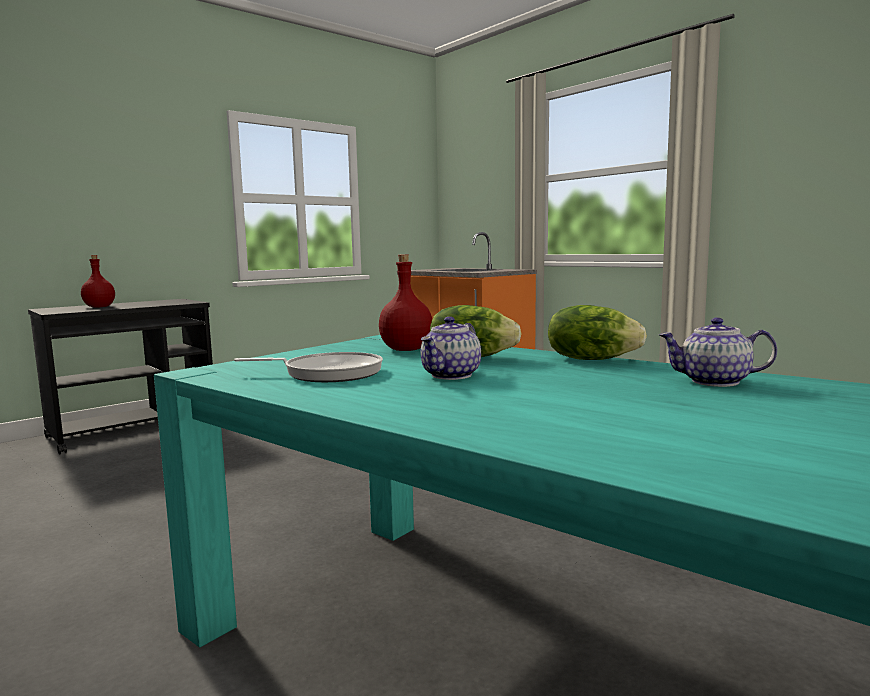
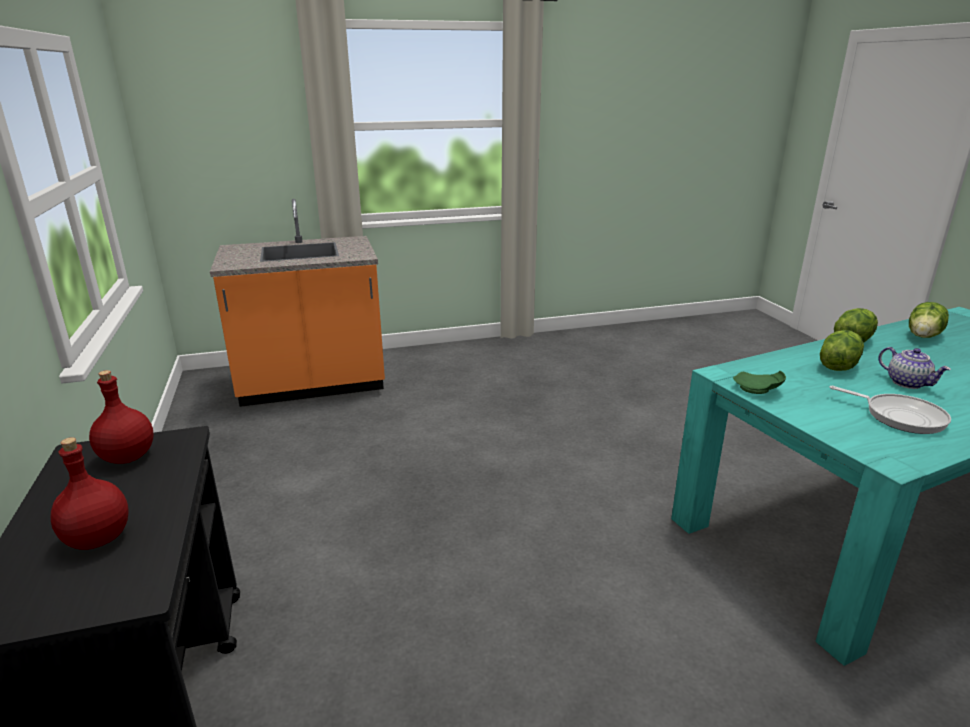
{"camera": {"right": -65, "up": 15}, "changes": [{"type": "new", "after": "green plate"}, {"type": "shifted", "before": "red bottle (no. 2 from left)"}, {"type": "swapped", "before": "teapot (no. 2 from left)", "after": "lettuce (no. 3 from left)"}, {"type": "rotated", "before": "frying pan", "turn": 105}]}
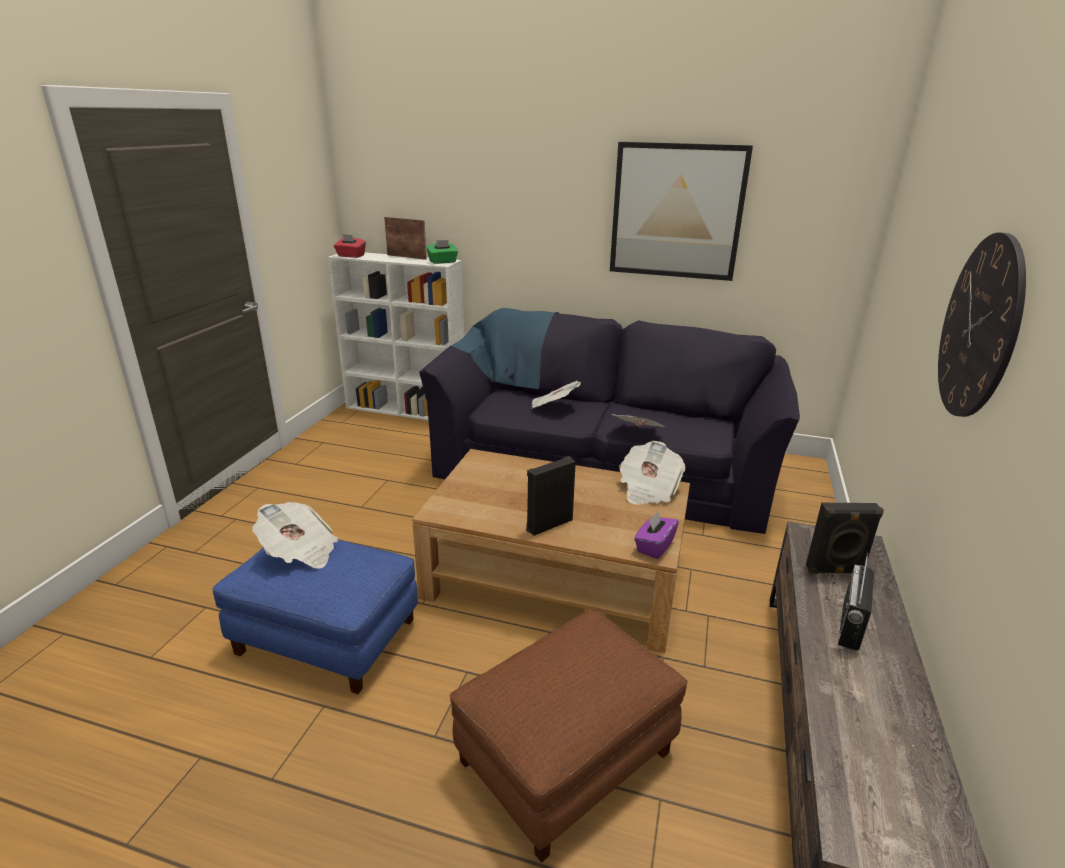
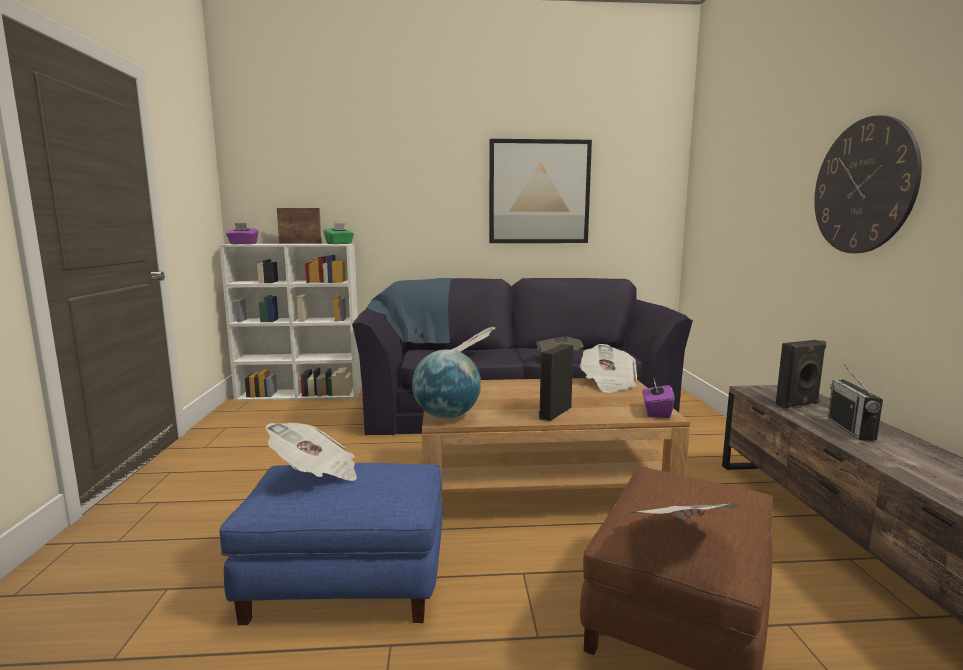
{"camera": {"right": -20, "up": -15}, "changes": [{"type": "new", "after": "globe"}, {"type": "new", "after": "newspaper (no. 5 from left)"}, {"type": "repainted", "before": "red tissue box", "after": "purple tissue box (no. 1 from left)"}]}
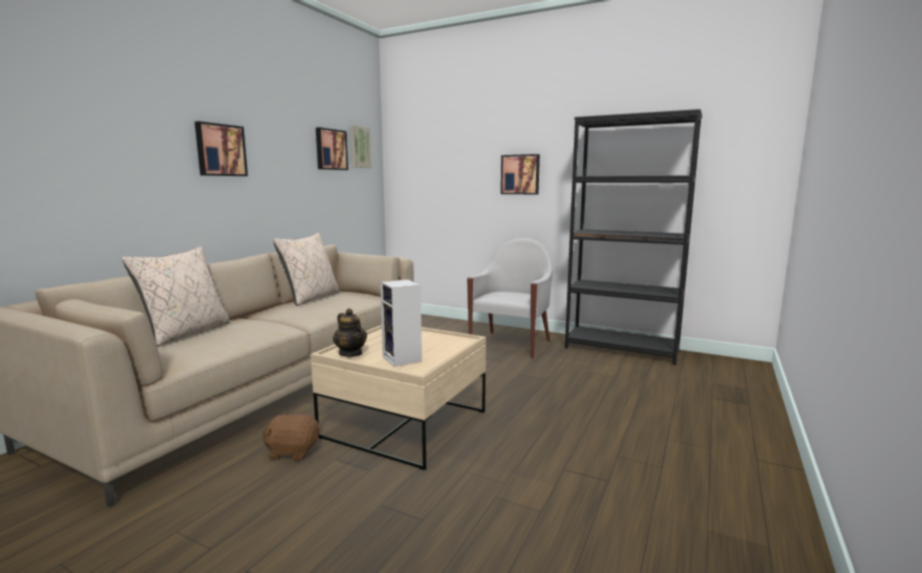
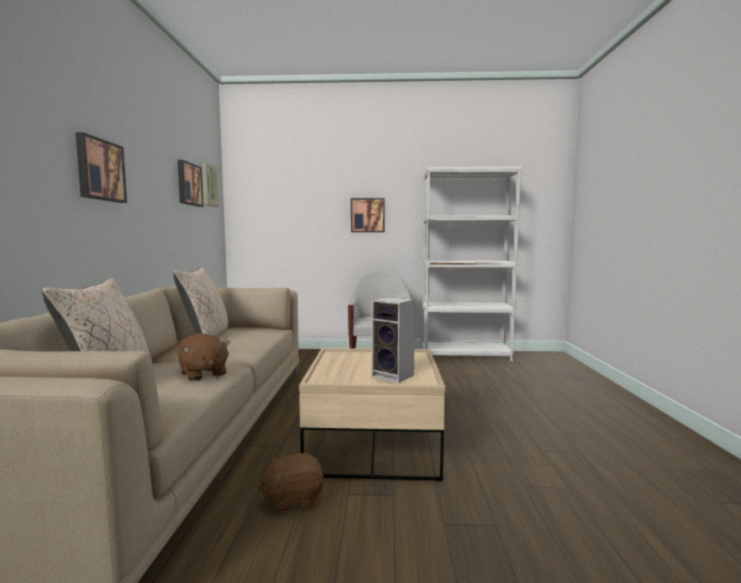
{"camera": {"right": -25, "up": -5}, "changes": [{"type": "gone", "before": "teapot"}, {"type": "new", "after": "brown plush toy (no. 1 from left)"}, {"type": "repainted", "before": "black bookcase", "after": "white bookcase"}]}
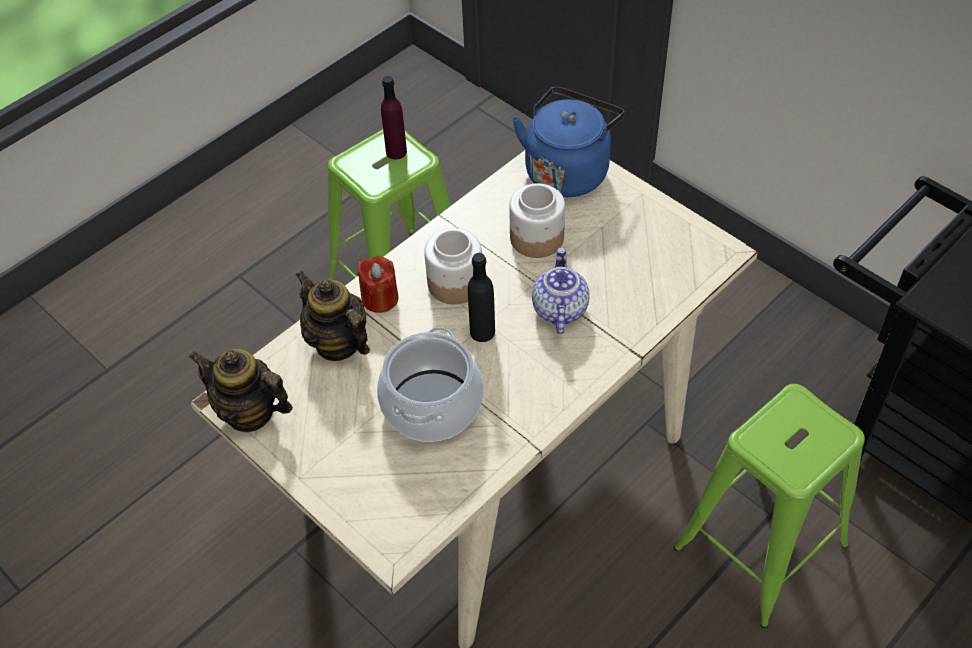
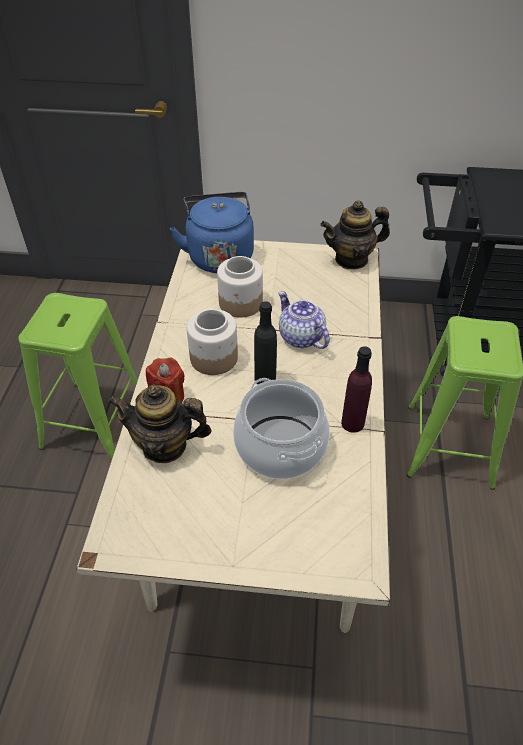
{"camera": {"right": -40, "up": -5}, "changes": [{"type": "shifted", "before": "teapot (no. 1 from left in the first image)", "after": "teapot (no. 3 from left)"}, {"type": "shifted", "before": "purple bottle"}]}
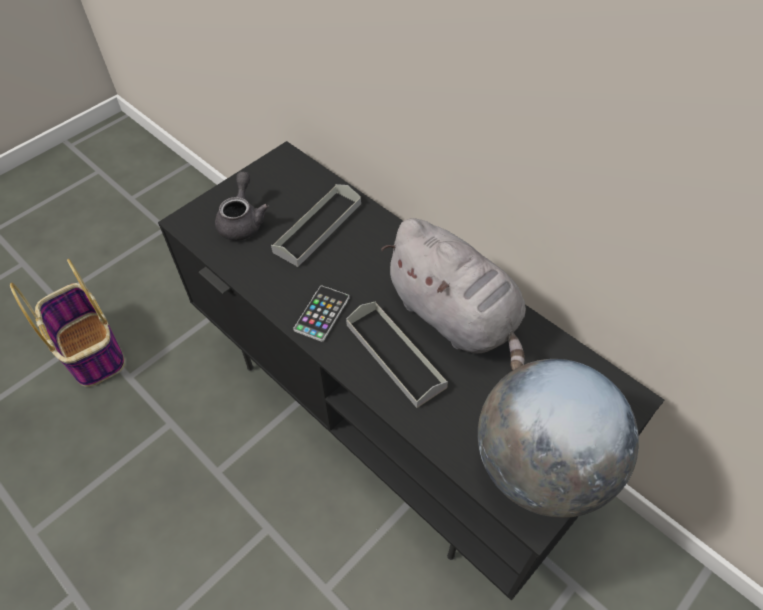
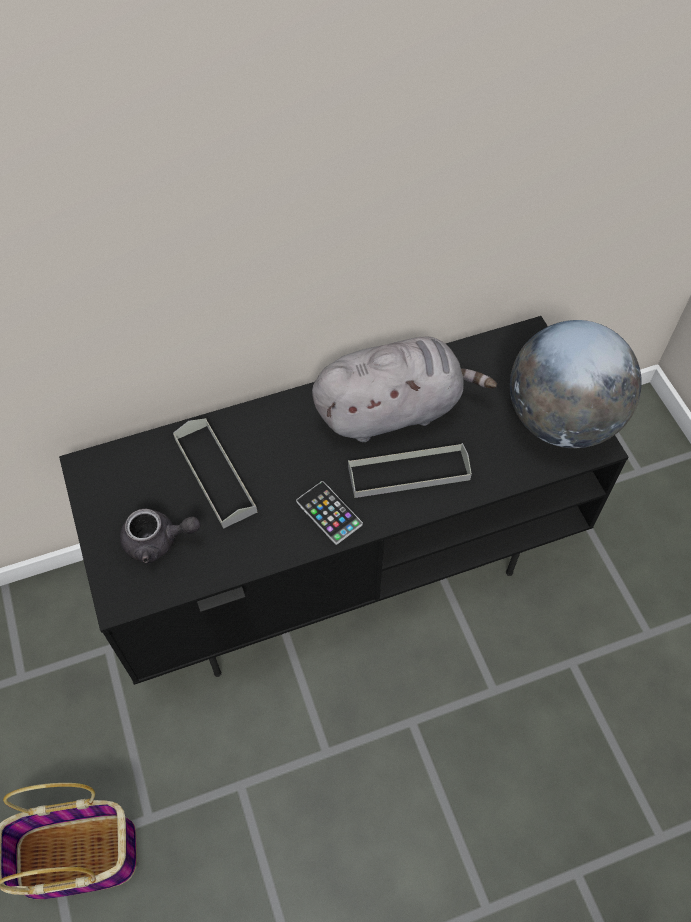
{"camera": {"right": -65, "up": 5}, "changes": [{"type": "rotated", "before": "grey teapot", "turn": 150}]}
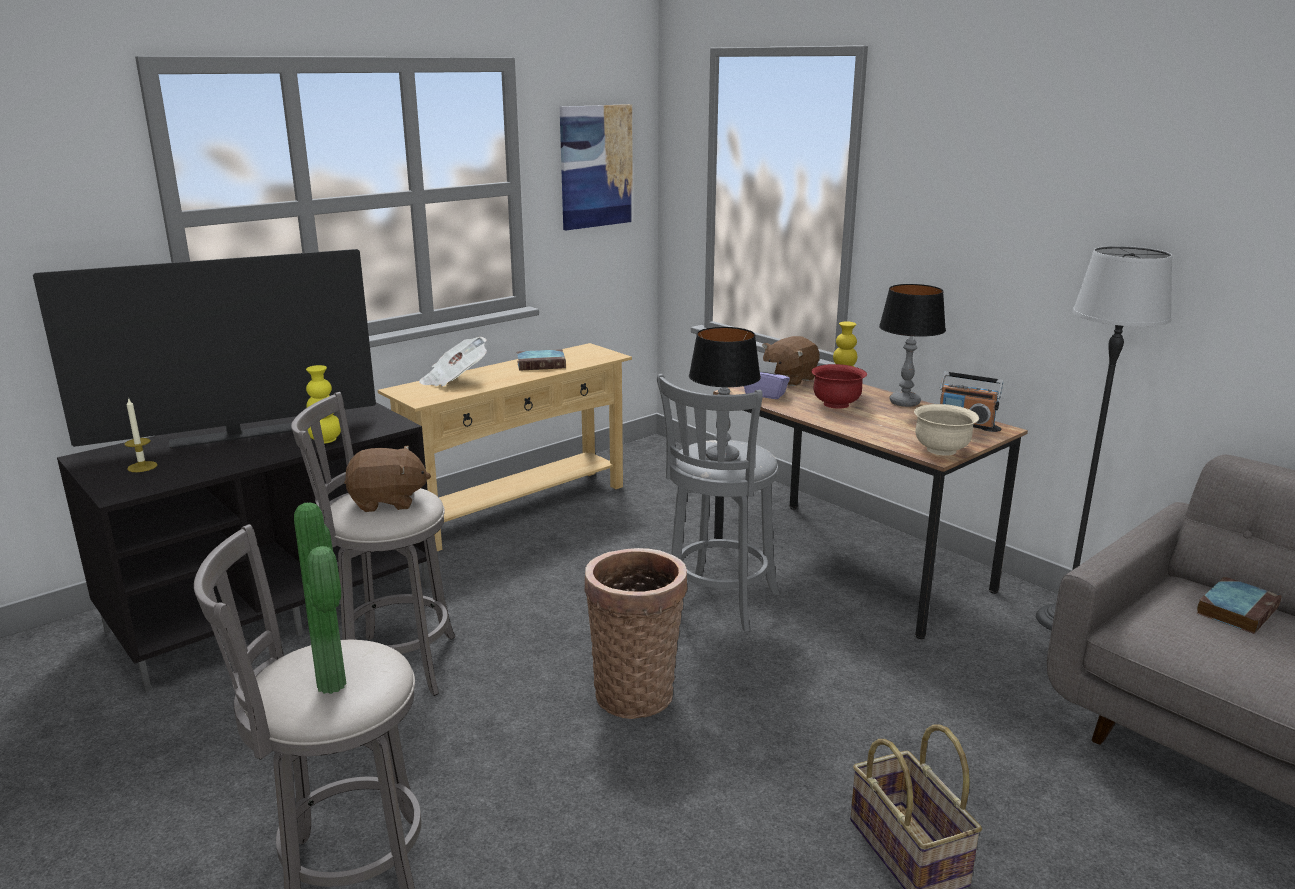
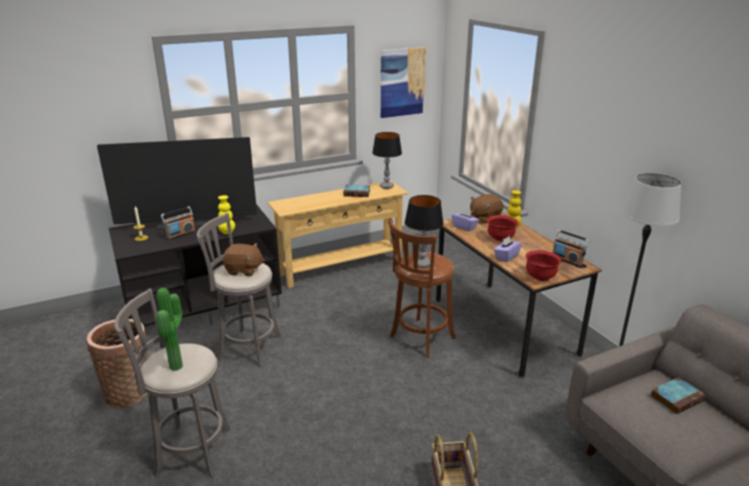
{"camera": {"right": 15, "up": 5}, "changes": [{"type": "gone", "before": "newspaper"}, {"type": "new", "after": "radio (no. 1 from left)"}, {"type": "new", "after": "purple tissue box (no. 2 from left)"}, {"type": "shifted", "before": "basket (no. 1 from left)"}, {"type": "shifted", "before": "table lamp (no. 2 from left in the first image)", "after": "table lamp (no. 1 from left)"}, {"type": "repainted", "before": "grey stool (no. 3 from left)", "after": "brown stool"}, {"type": "repainted", "before": "beige bowl", "after": "red bowl (no. 2 from left)"}]}
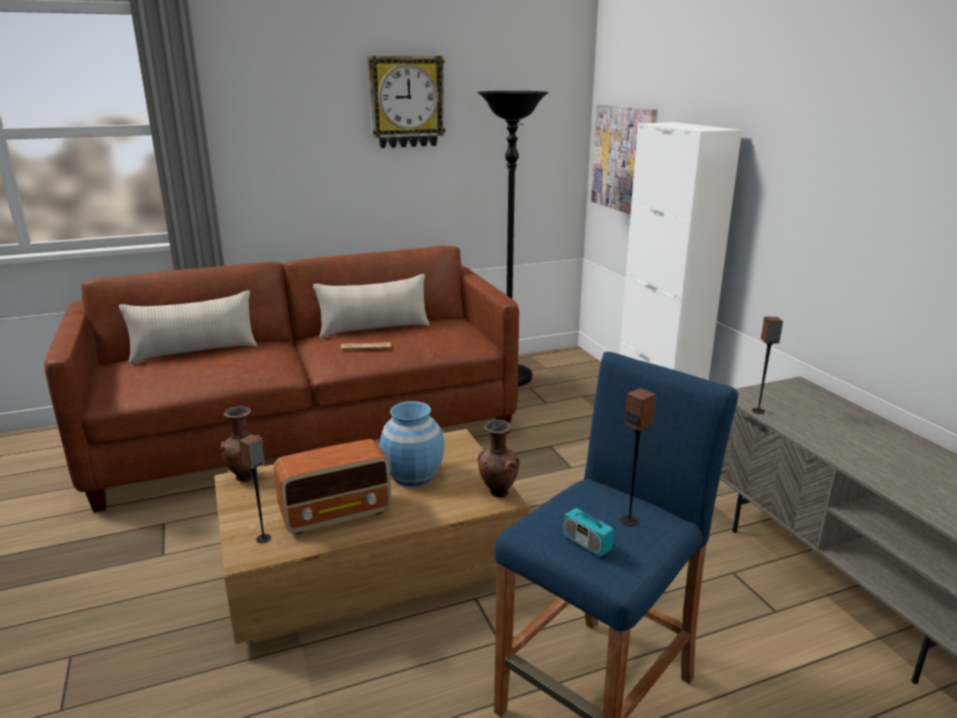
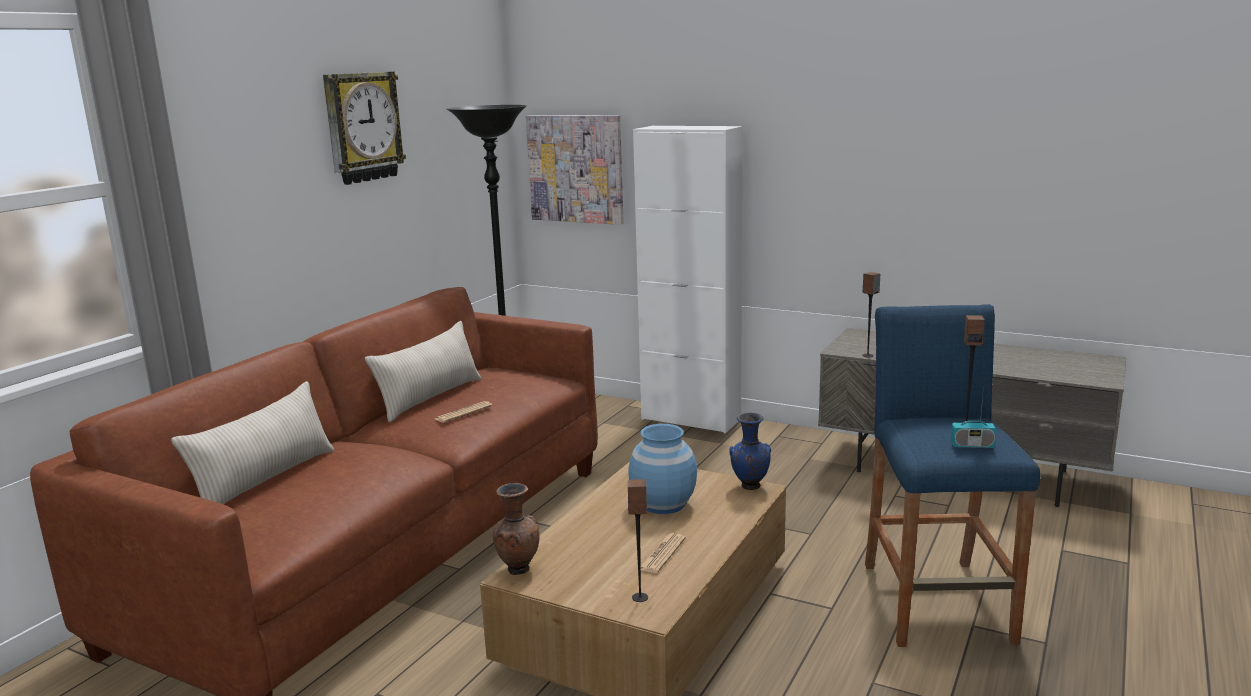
{"camera": {"right": -40, "up": -5}, "changes": [{"type": "swapped", "before": "radio (no. 1 from left)", "after": "newspaper (no. 2 from left)"}, {"type": "repainted", "before": "brown vase (no. 2 from left)", "after": "blue vase (no. 2 from left)"}]}
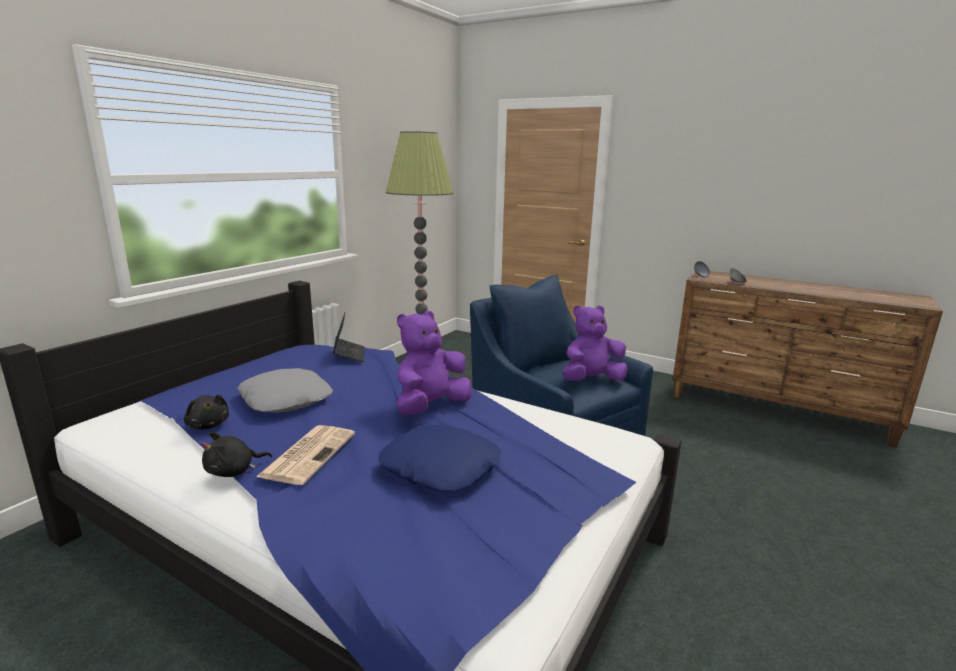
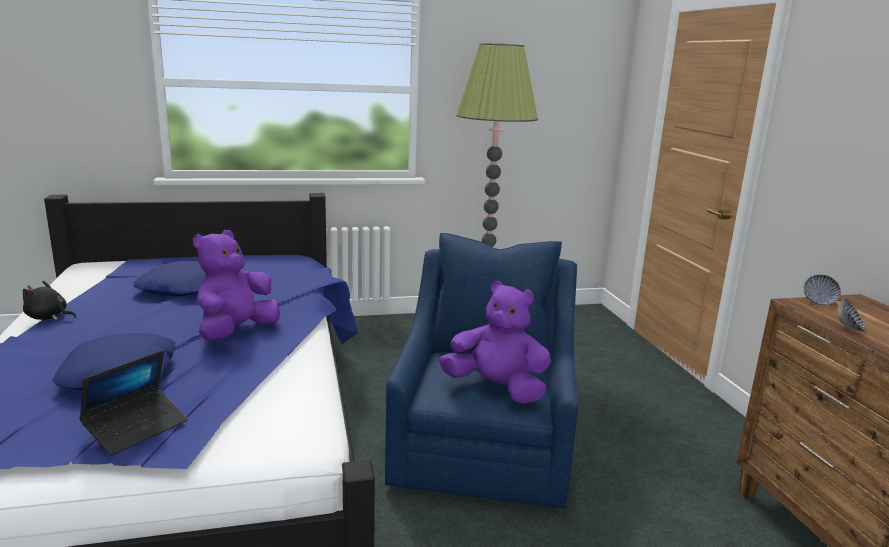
{"camera": {"right": 45, "up": 0}, "changes": [{"type": "gone", "before": "black plush toy (no. 1 from left)"}, {"type": "gone", "before": "newspaper"}, {"type": "shifted", "before": "laptop"}, {"type": "repainted", "before": "grey pillow", "after": "blue pillow (no. 2 from left)"}, {"type": "rotated", "before": "purple plush toy (no. 1 from left)", "turn": -60}]}
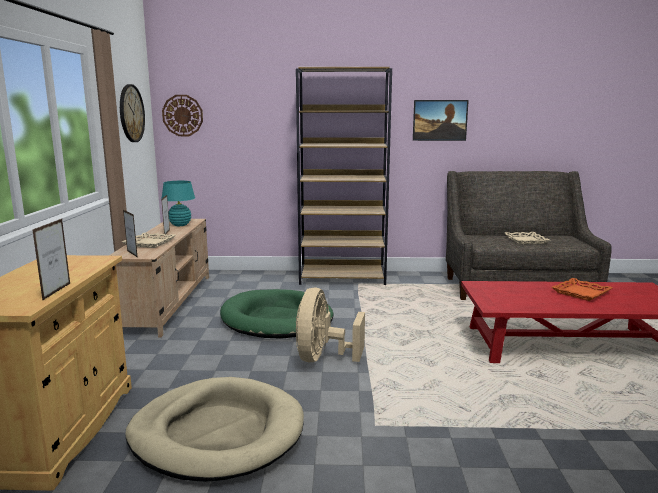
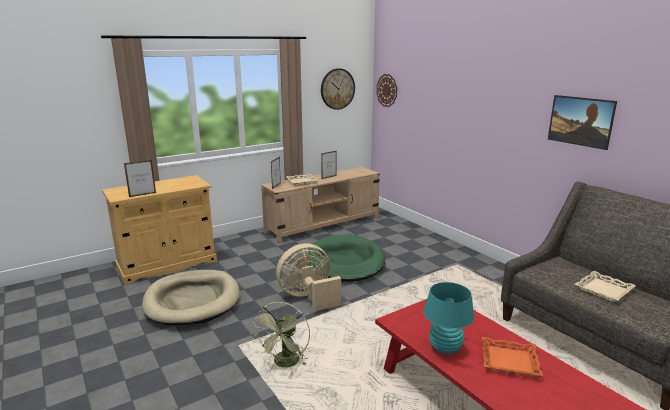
{"camera": {"right": 55, "up": 5}, "changes": [{"type": "gone", "before": "brown bookcase"}, {"type": "new", "after": "green fan"}, {"type": "shifted", "before": "turquoise table lamp"}]}
